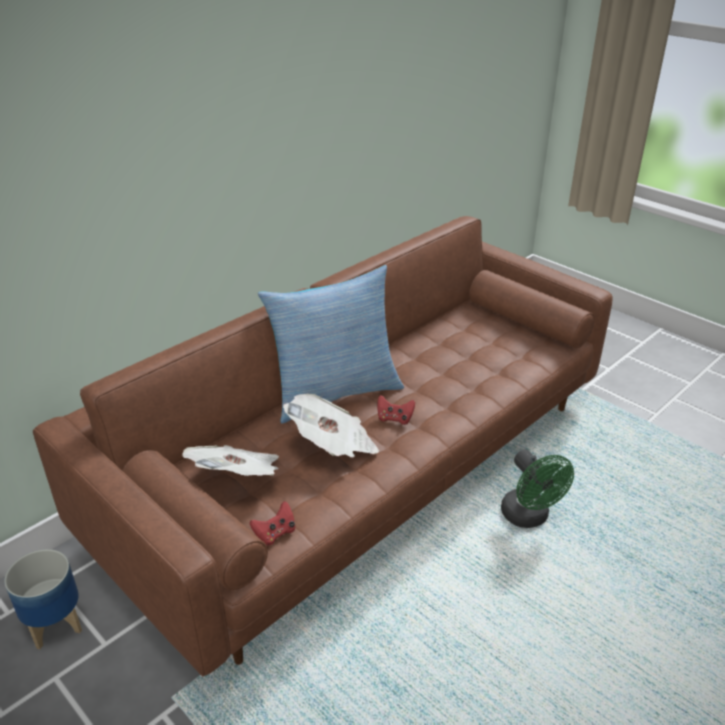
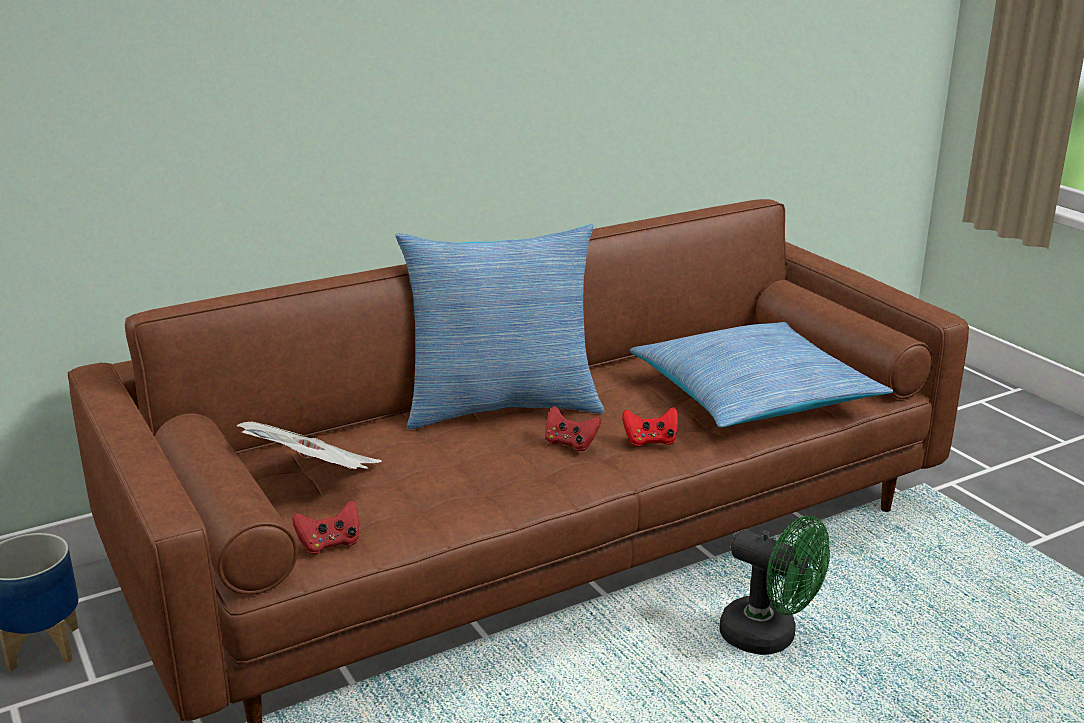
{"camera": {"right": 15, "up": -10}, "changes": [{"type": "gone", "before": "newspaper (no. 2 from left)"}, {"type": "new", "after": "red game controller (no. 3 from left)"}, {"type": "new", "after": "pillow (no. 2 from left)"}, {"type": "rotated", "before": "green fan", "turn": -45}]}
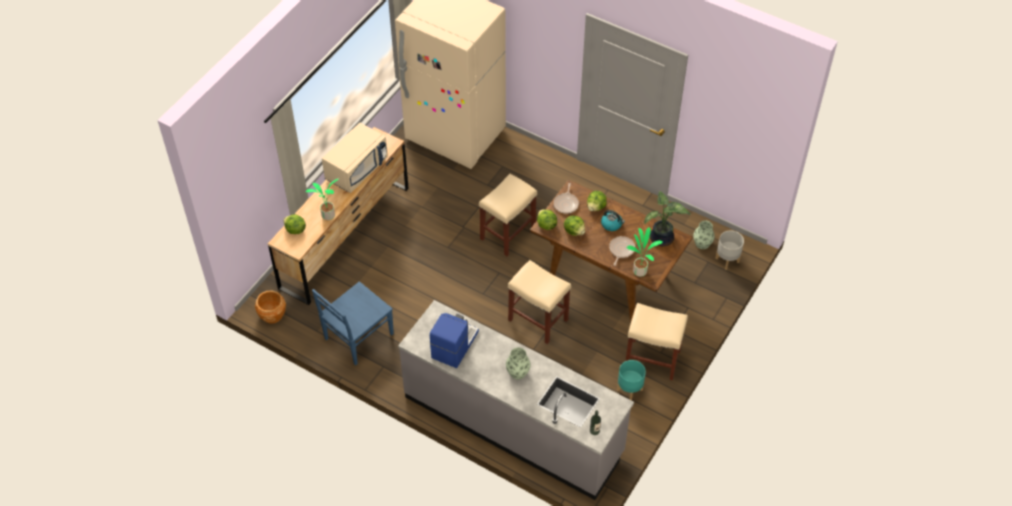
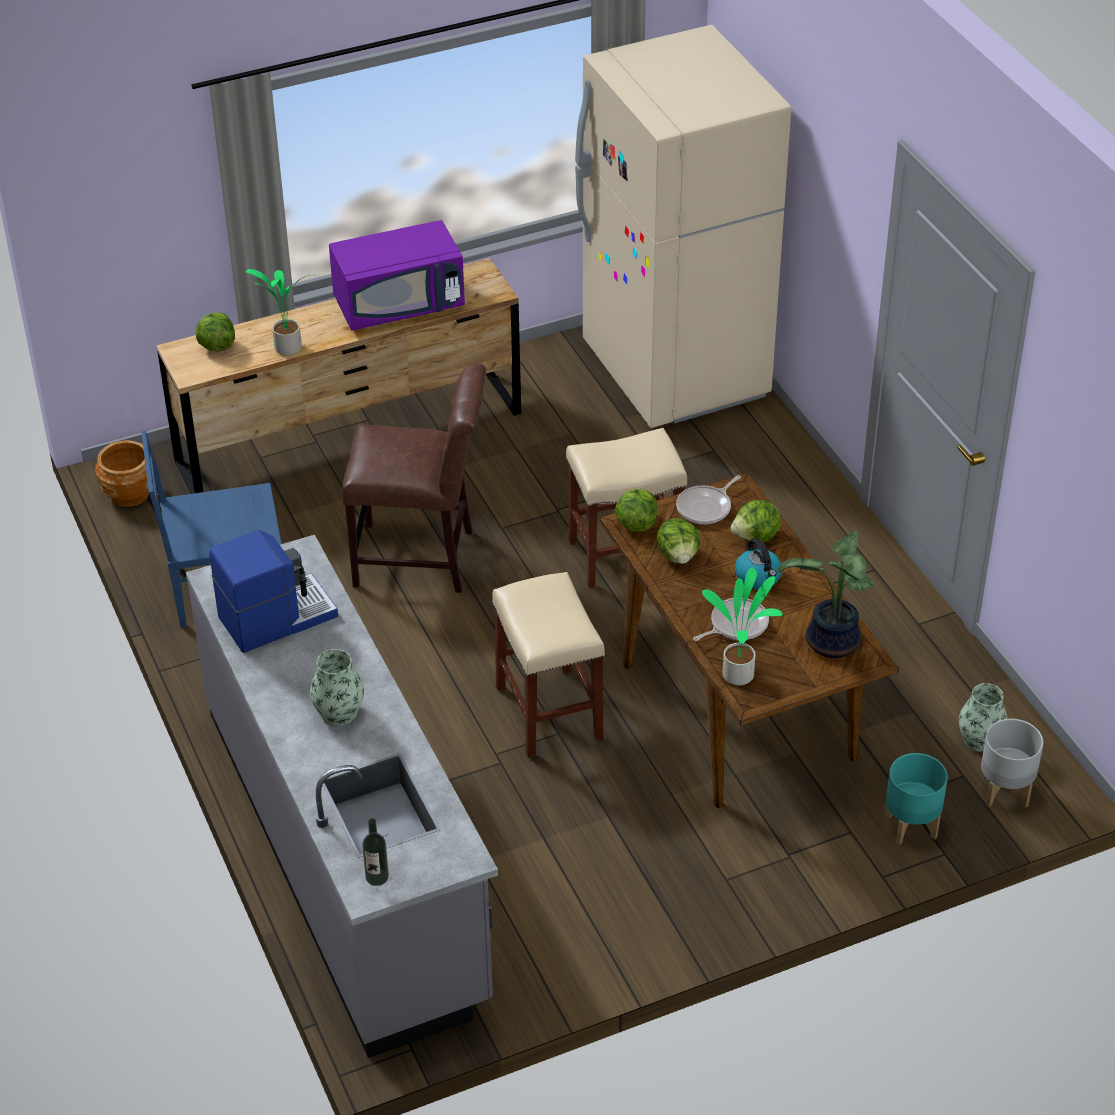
{"camera": {"right": 35, "up": -10}, "changes": [{"type": "gone", "before": "beige stool (no. 3 from left)"}, {"type": "new", "after": "brown chair"}, {"type": "shifted", "before": "turquoise planter"}, {"type": "repainted", "before": "beige microwave", "after": "purple microwave"}]}
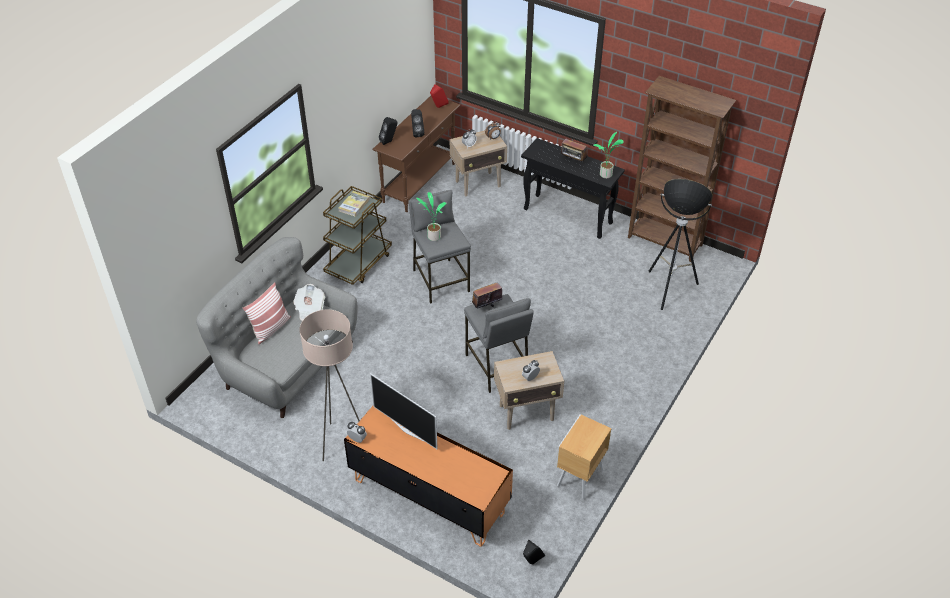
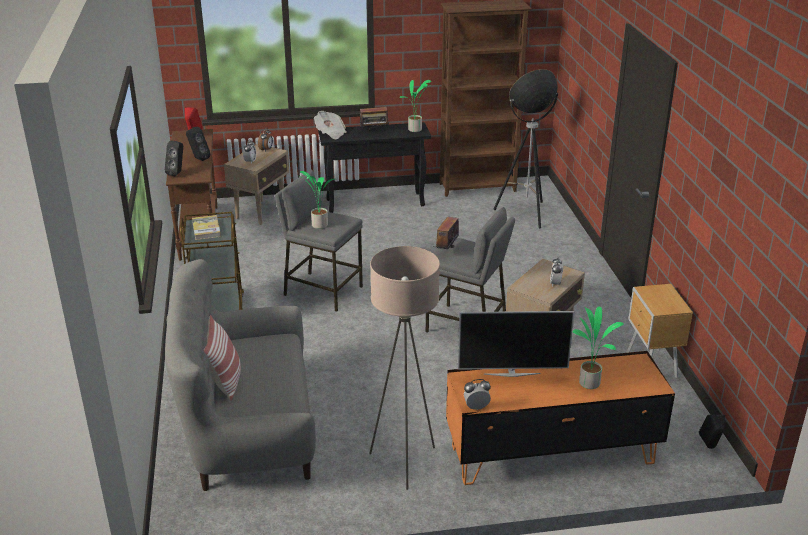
{"camera": {"right": -40, "up": -15}, "changes": [{"type": "new", "after": "potted plant (no. 3 from left)"}, {"type": "shifted", "before": "newspaper"}]}
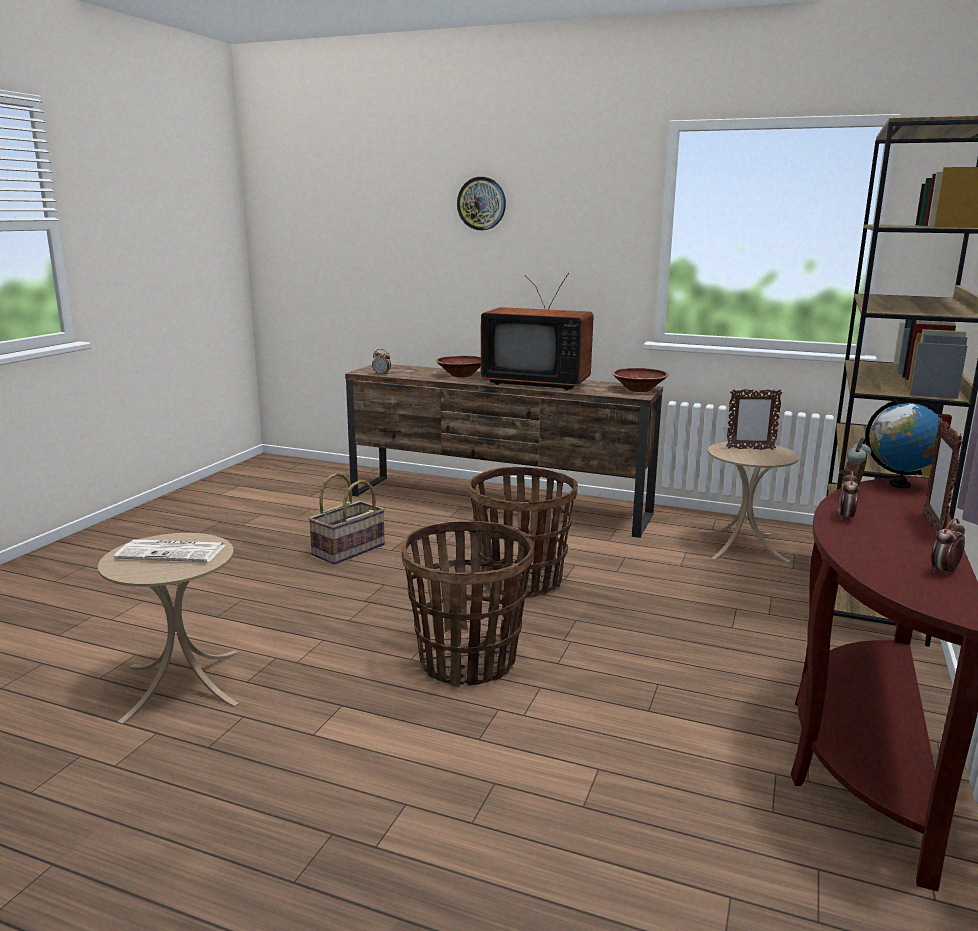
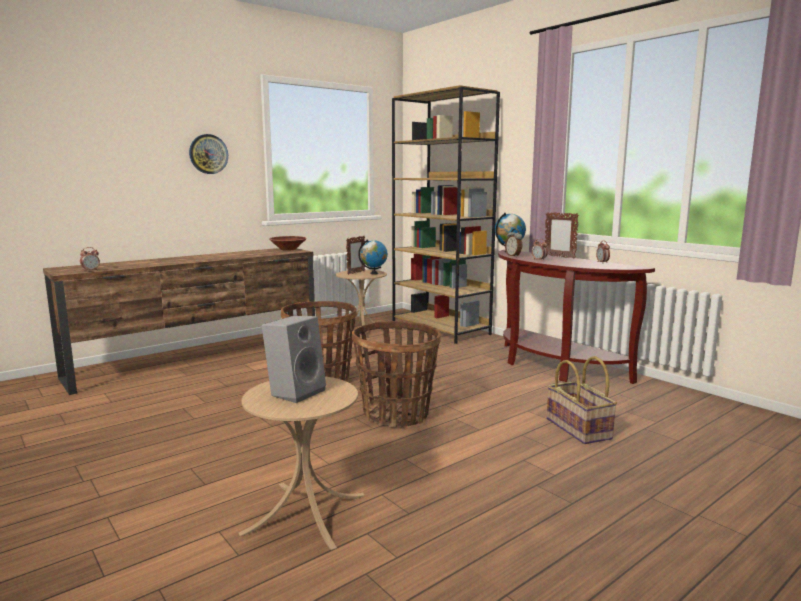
{"camera": {"right": -60, "up": -5}, "changes": [{"type": "gone", "before": "brown bowl (no. 1 from left)"}, {"type": "gone", "before": "television"}, {"type": "new", "after": "globe (no. 1 from left)"}, {"type": "shifted", "before": "basket (no. 1 from left in the first image)", "after": "basket (no. 3 from left)"}, {"type": "shifted", "before": "wall clock"}, {"type": "swapped", "before": "newspaper", "after": "grey speaker"}]}
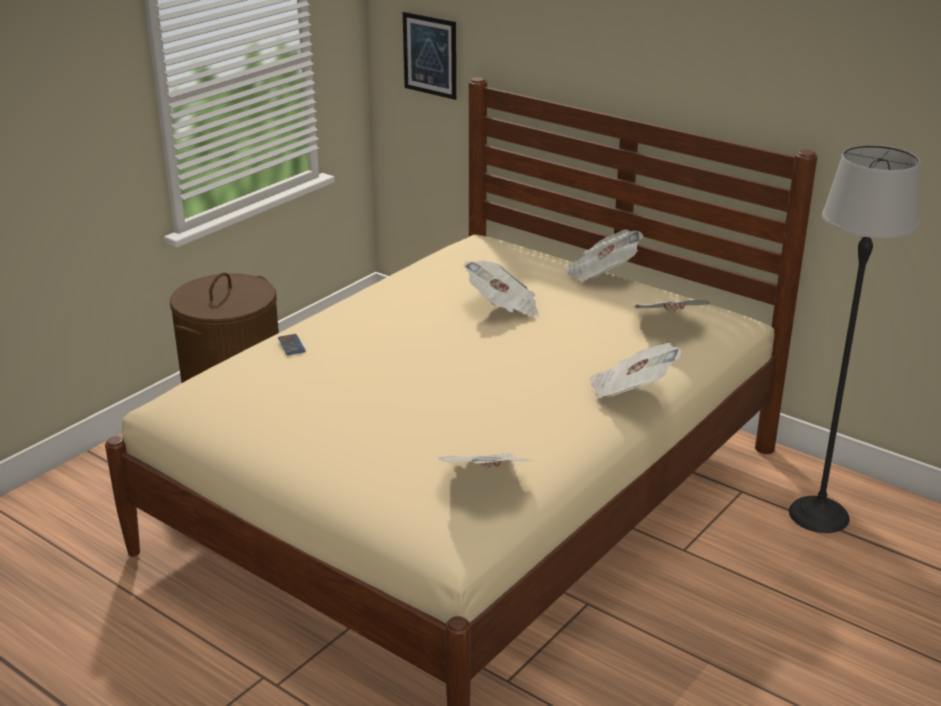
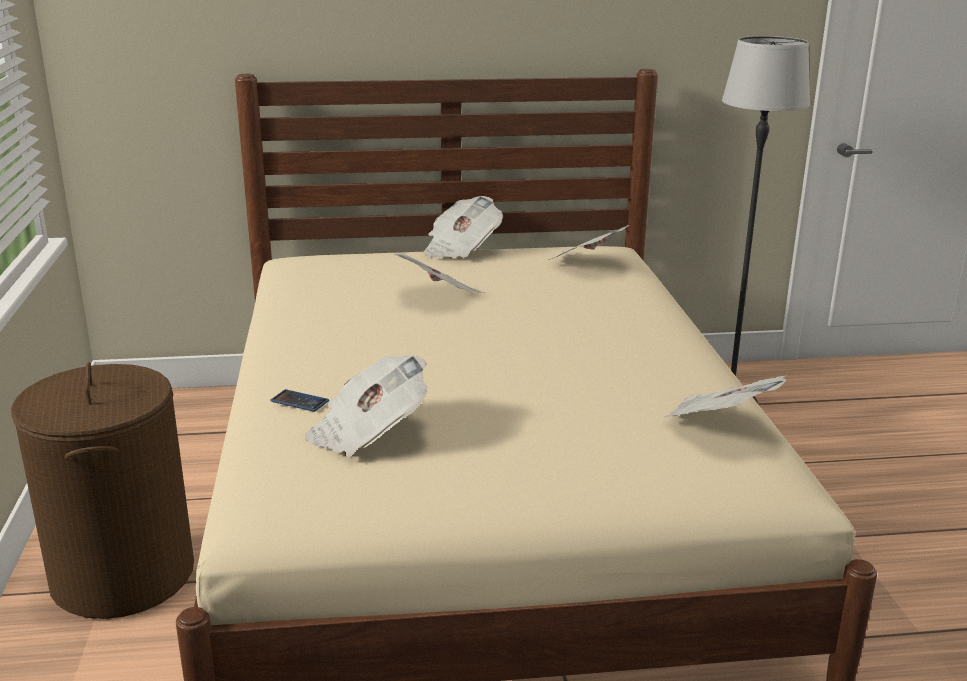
{"camera": {"right": -45, "up": -5}, "changes": [{"type": "gone", "before": "picture"}, {"type": "shifted", "before": "newspaper (no. 4 from left in the first image)", "after": "newspaper (no. 1 from left)"}]}
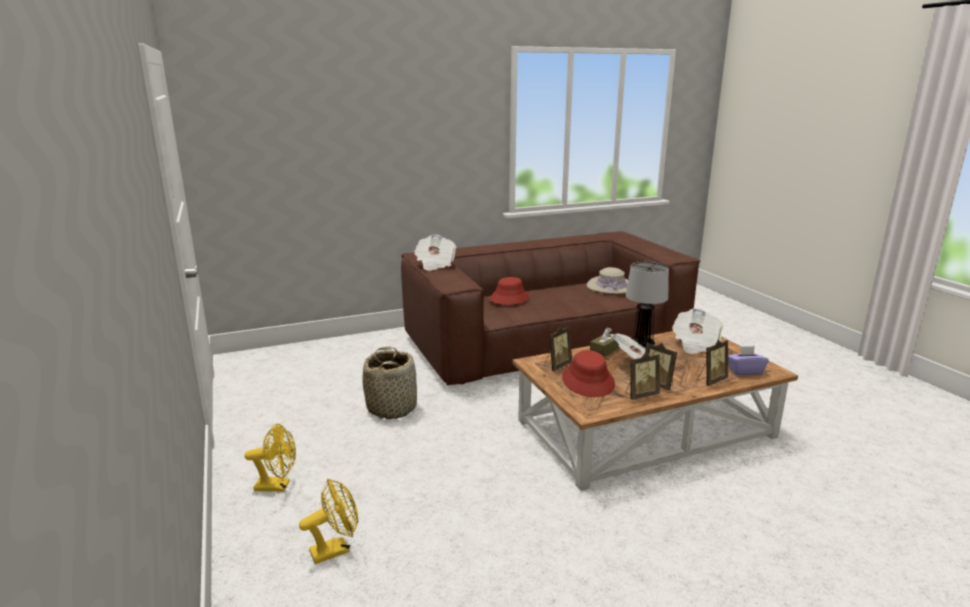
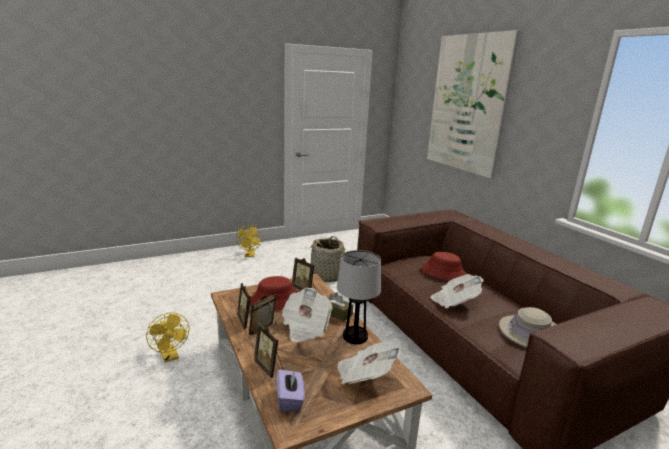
{"camera": {"right": 85, "up": 0}, "changes": [{"type": "new", "after": "picture"}, {"type": "shifted", "before": "yellow fan (no. 2 from left in the first image)", "after": "yellow fan (no. 1 from left)"}, {"type": "shifted", "before": "newspaper (no. 1 from left in the first image)", "after": "newspaper (no. 3 from left)"}]}
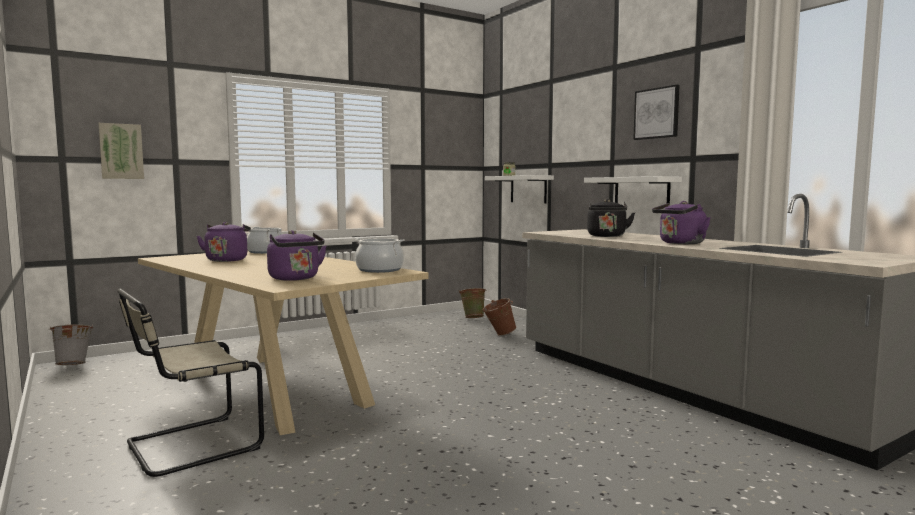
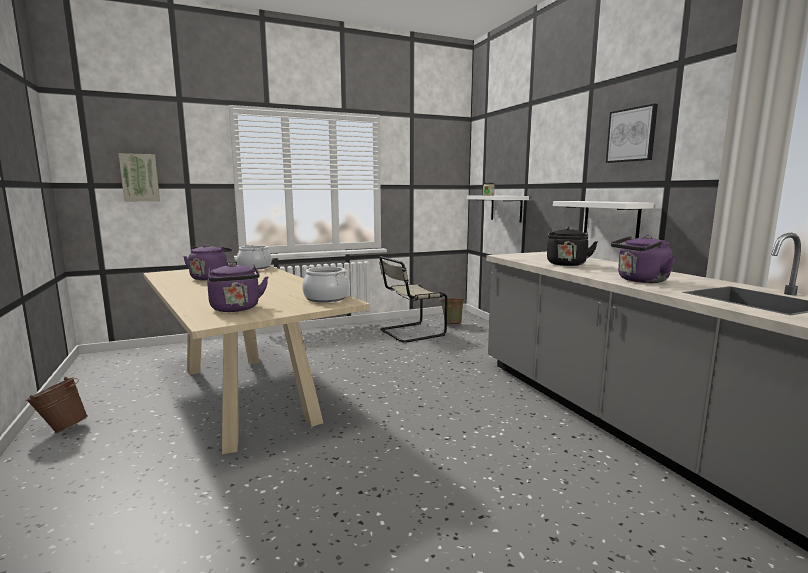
{"camera": {"right": 10, "up": 5}, "changes": [{"type": "gone", "before": "grey bucket"}, {"type": "shifted", "before": "beige chair"}, {"type": "shifted", "before": "brown bucket"}]}
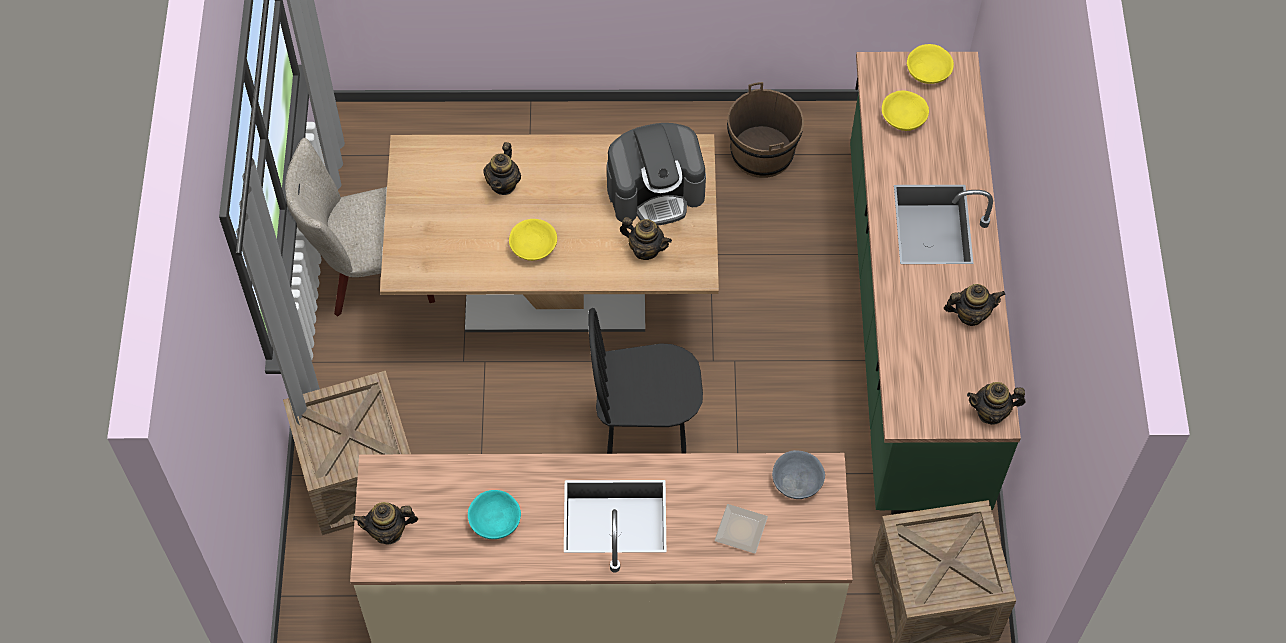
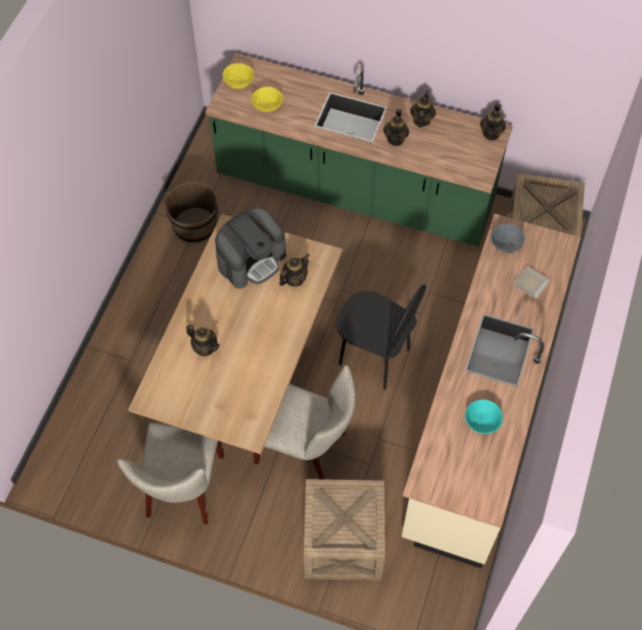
{"camera": {"right": -70, "up": 0}, "changes": [{"type": "gone", "before": "yellow bowl (no. 1 from left)"}, {"type": "new", "after": "beige chair (no. 2 from left)"}, {"type": "shifted", "before": "teapot (no. 1 from left in the first image)", "after": "teapot (no. 3 from left)"}, {"type": "rotated", "before": "black chair", "turn": -75}, {"type": "rotated", "before": "coffee machine", "turn": 45}]}
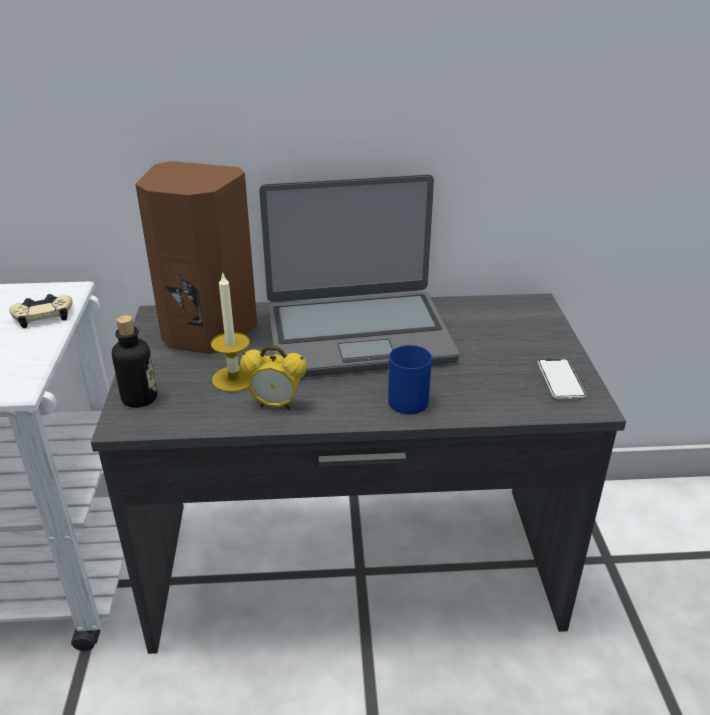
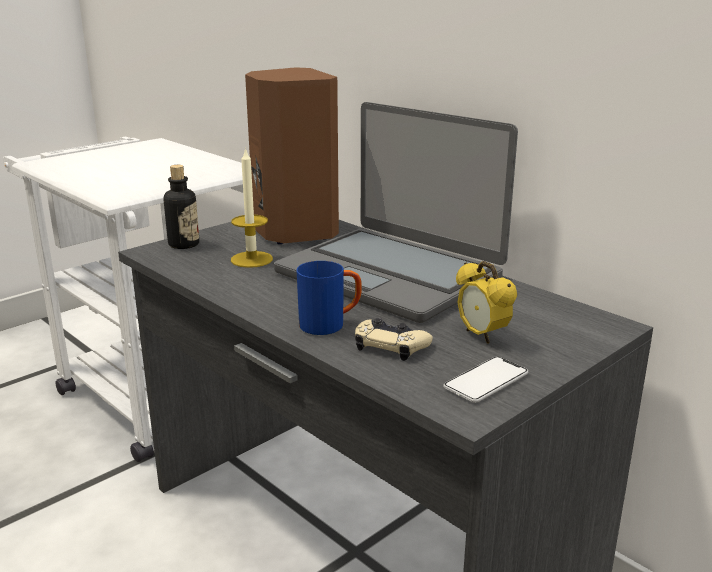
{"camera": {"right": 50, "up": -10}, "changes": [{"type": "shifted", "before": "beige game controller"}, {"type": "shifted", "before": "alarm clock"}]}
